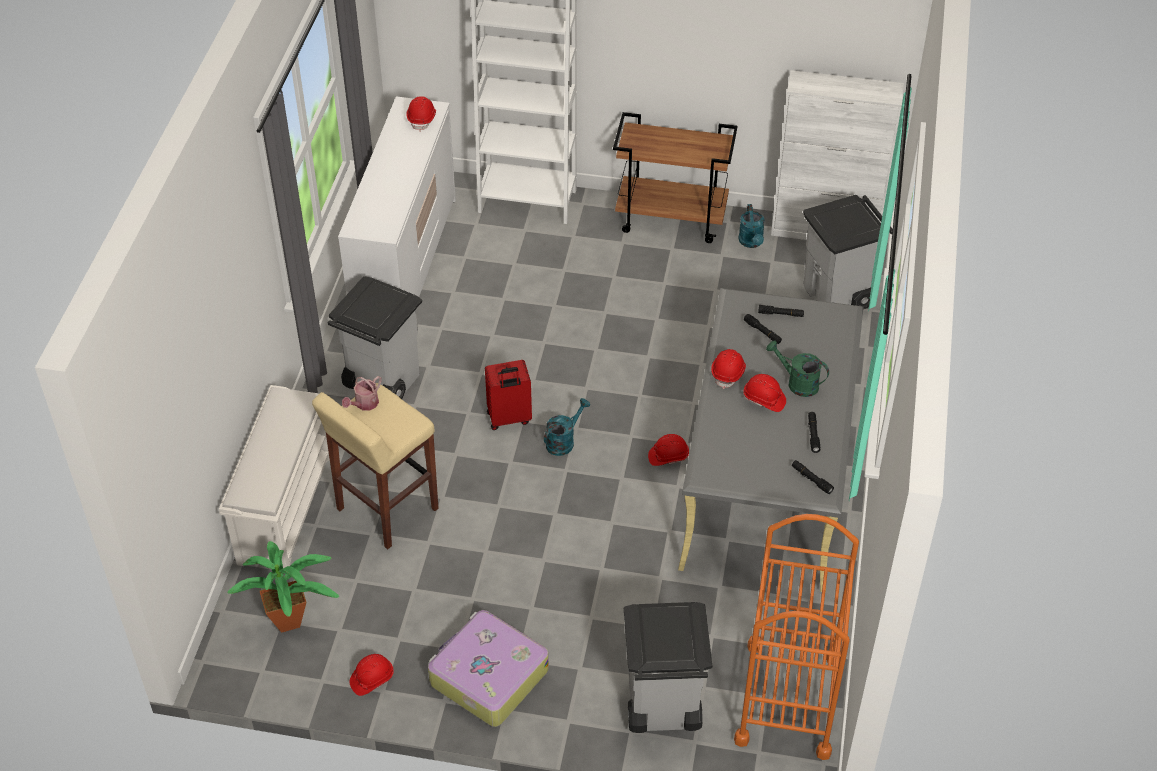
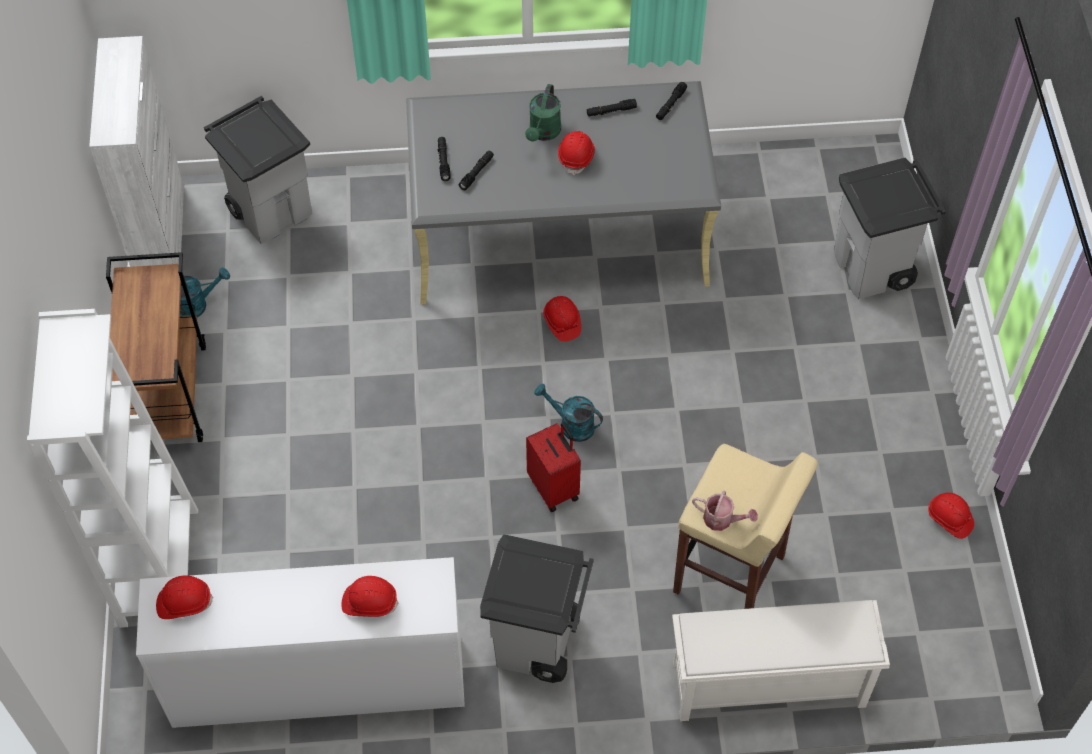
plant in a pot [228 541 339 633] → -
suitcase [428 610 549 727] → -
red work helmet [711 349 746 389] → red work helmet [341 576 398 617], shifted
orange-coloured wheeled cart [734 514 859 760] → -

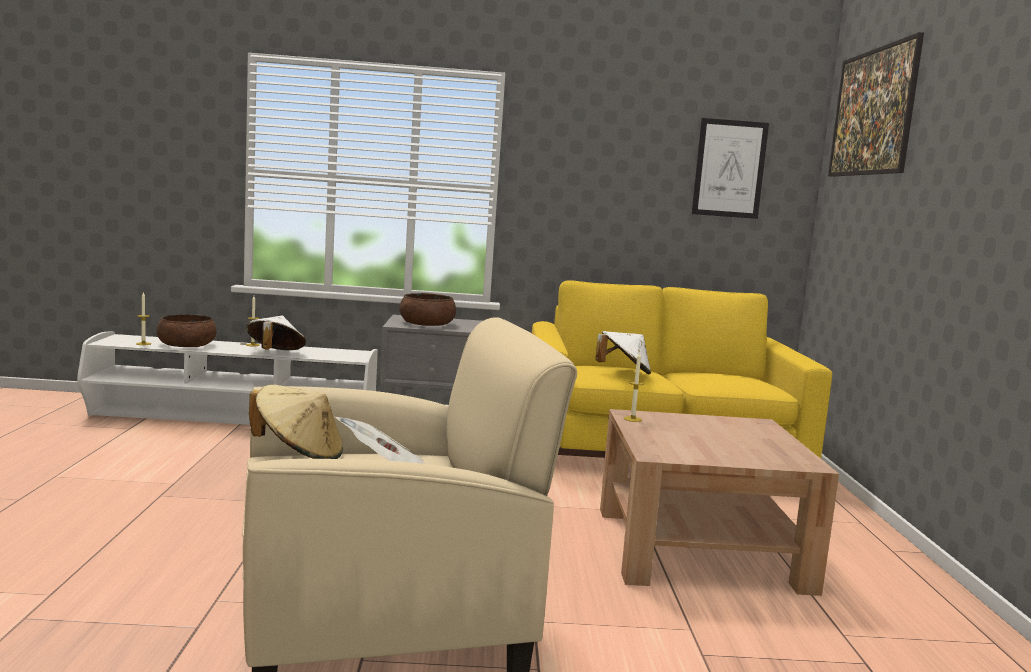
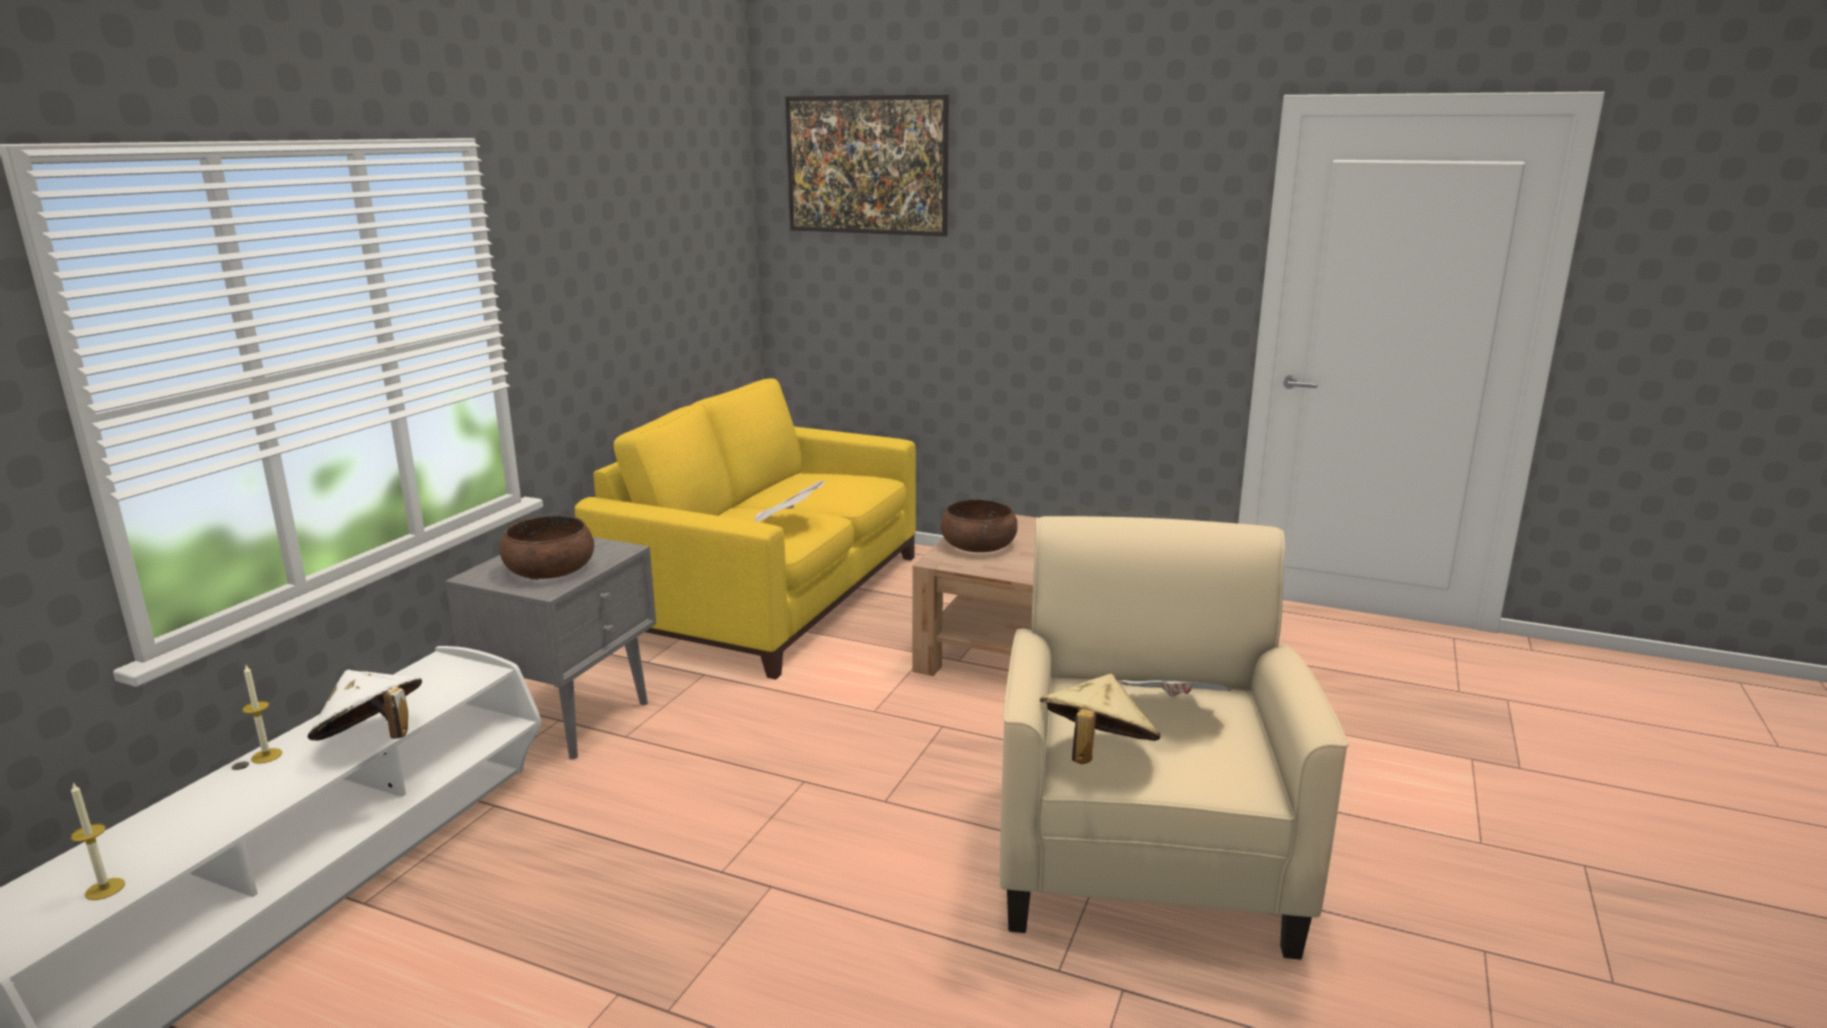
brownish serving bowl [156 314 217 347] → brownish serving bowl [941 499 1017 552], shifted
white-coloured clothing hat [595 331 651 374] → printed paper [755 481 825 522]
wax light [624 352 644 422] → -
wall picture [692 118 769 219] → -

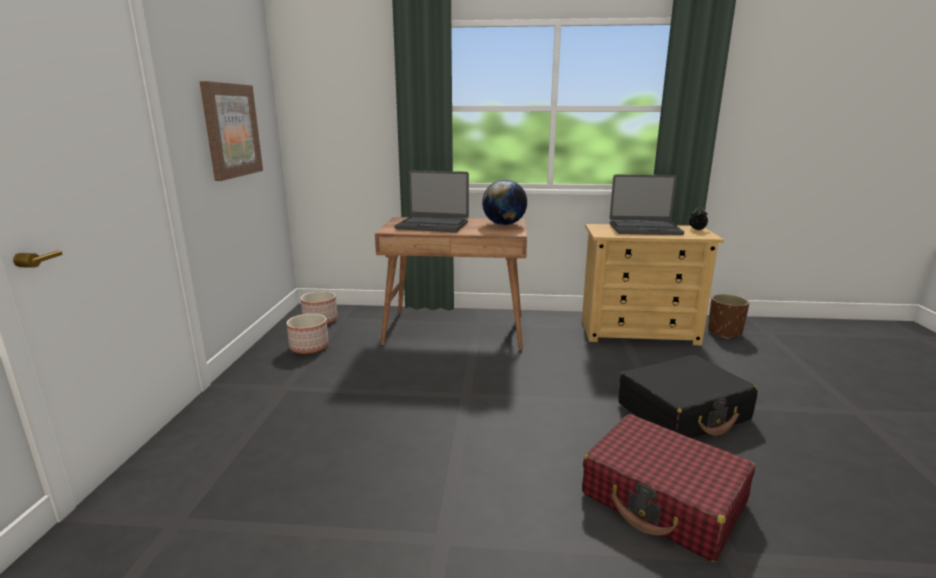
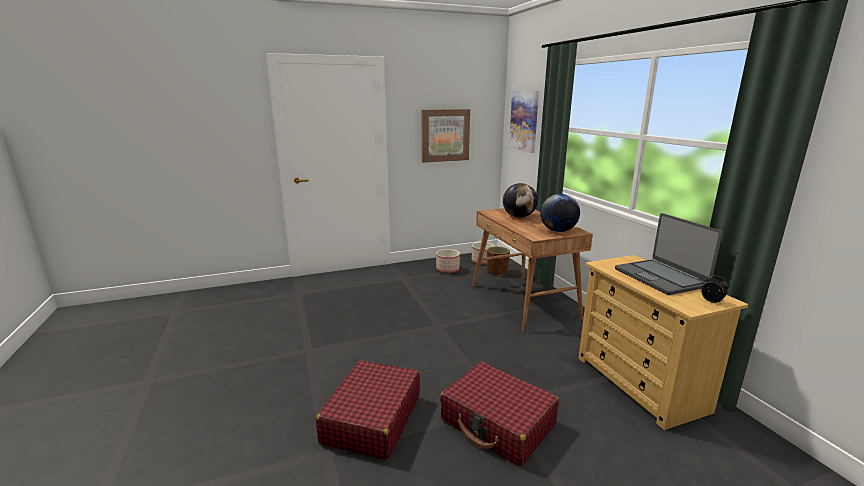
portable computer [395 170 469 232] → desk globe [503 183 538 218]
blackish suitcase [618 355 758 438] → red suitcase [440 362 559 467]
brownish planter [708 294 750 339] → brownish planter [487 246 510 276], shifted
- → wall picture [509 91 539 153]

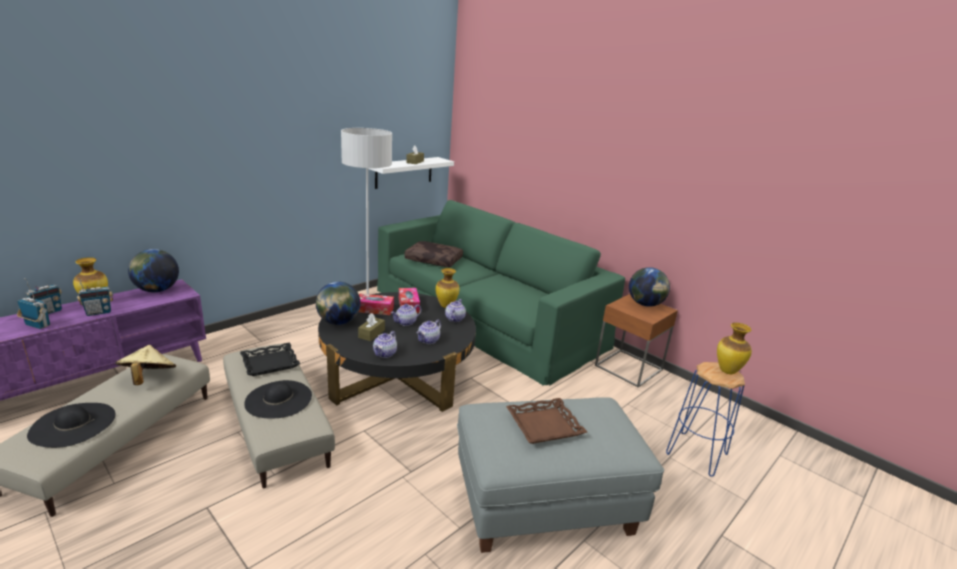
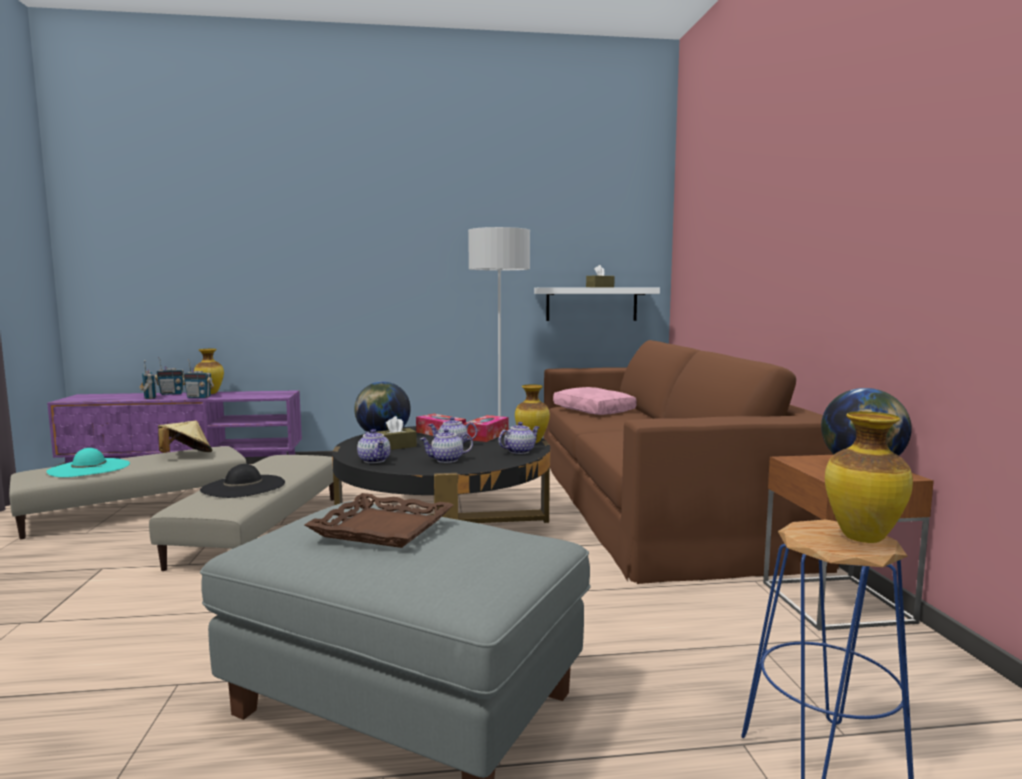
blackish clothing hat [27 403 115 448] → turquoise-coloured clothing hat [46 448 130 477]
desk globe [128 249 179 292] → -
blackish carrying tray [240 343 300 376] → -
teapot [373 331 397 358] → teapot [357 429 391 463], 90 degrees counterclockwise
green couch [377 200 625 386] → brownish couch [543 340 839 584]
brownish cushion [404 241 463 267] → pinkish cushion [553 387 637 415]

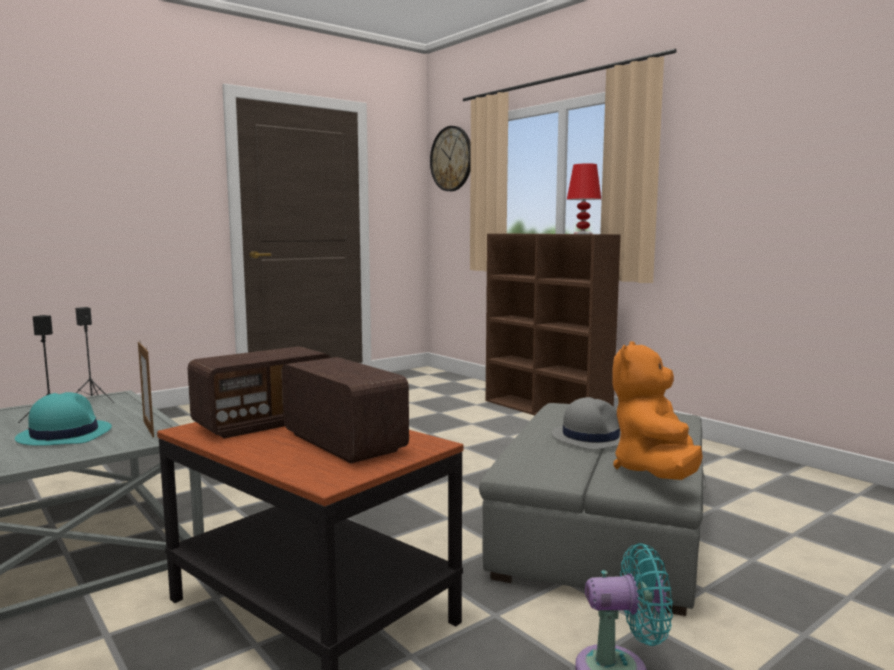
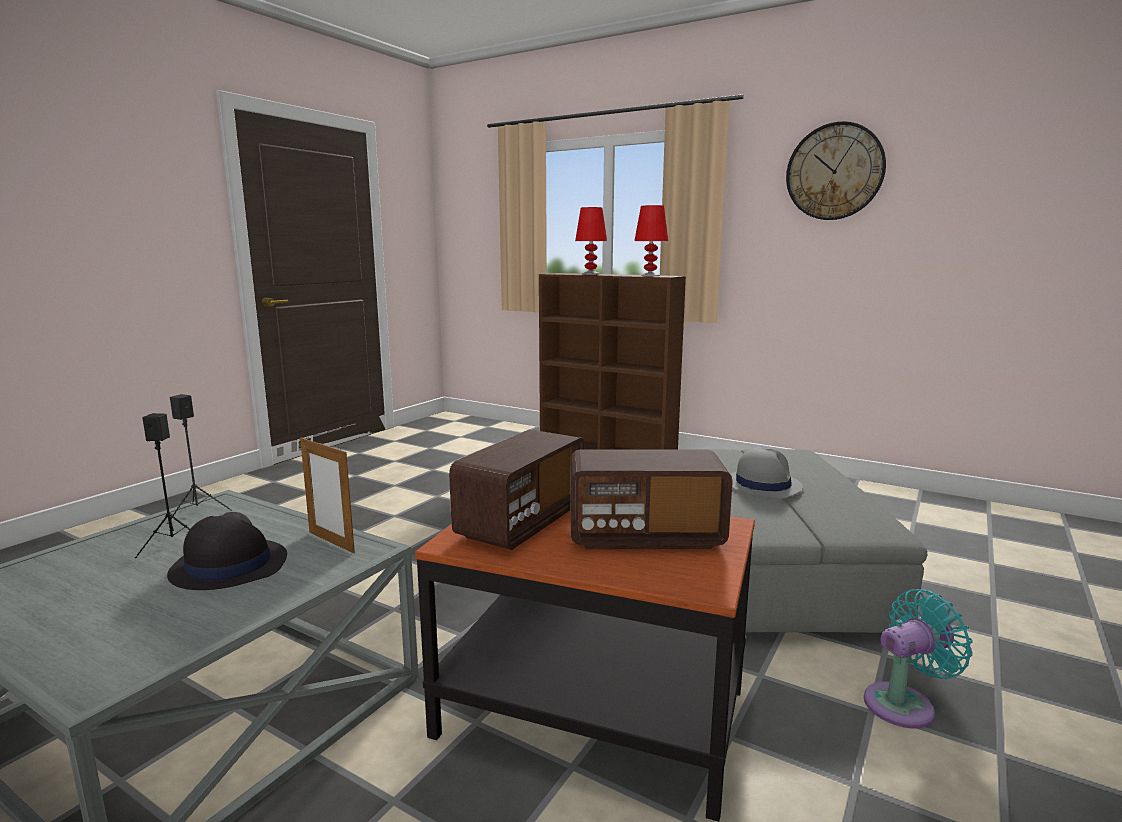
turquoise-coloured clothing hat [15 392 112 446] → blackish clothing hat [167 512 287 590]
radio receiver [282 357 409 463] → radio receiver [570 449 733 549], 150 degrees clockwise
hanging clock [430 126 471 191] → hanging clock [786 121 886 220], shifted
orange-coloured plush toy [612 341 703 480] → -
- → red lamp for a table [575 207 607 275]

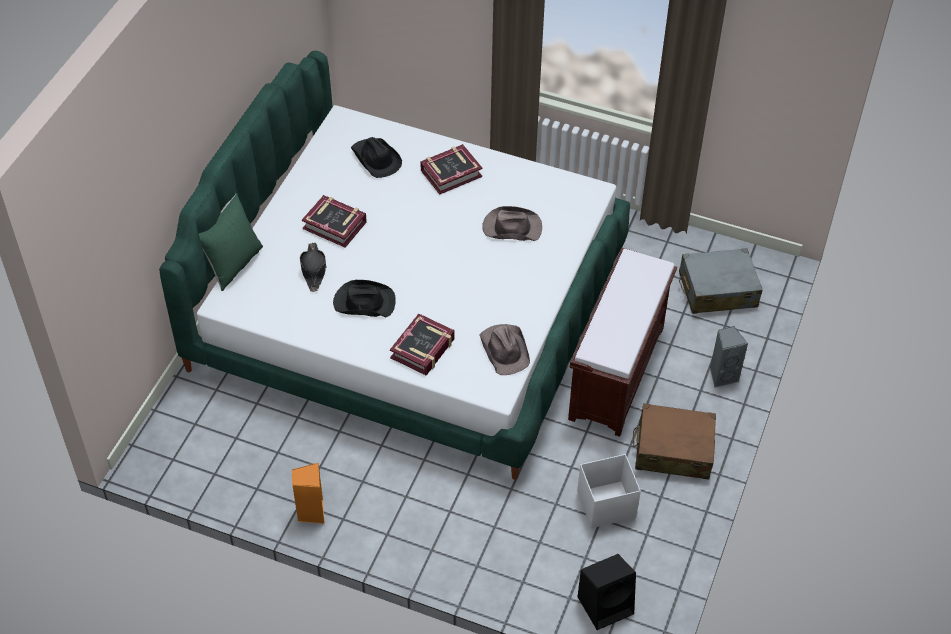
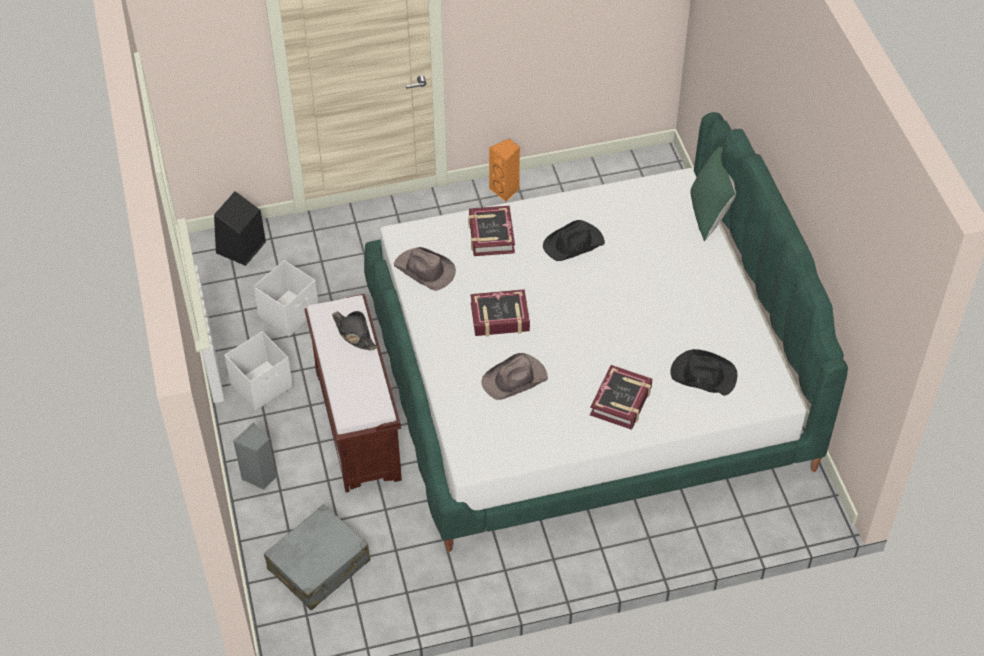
blackish clothing hat [300 243 327 292] → blackish clothing hat [332 311 377 350], shifted
book [302 195 367 248] → book [470 289 530 337], shifted
brownish suitcase [633 403 716 480] → white-coloured storage container [224 331 293 411]

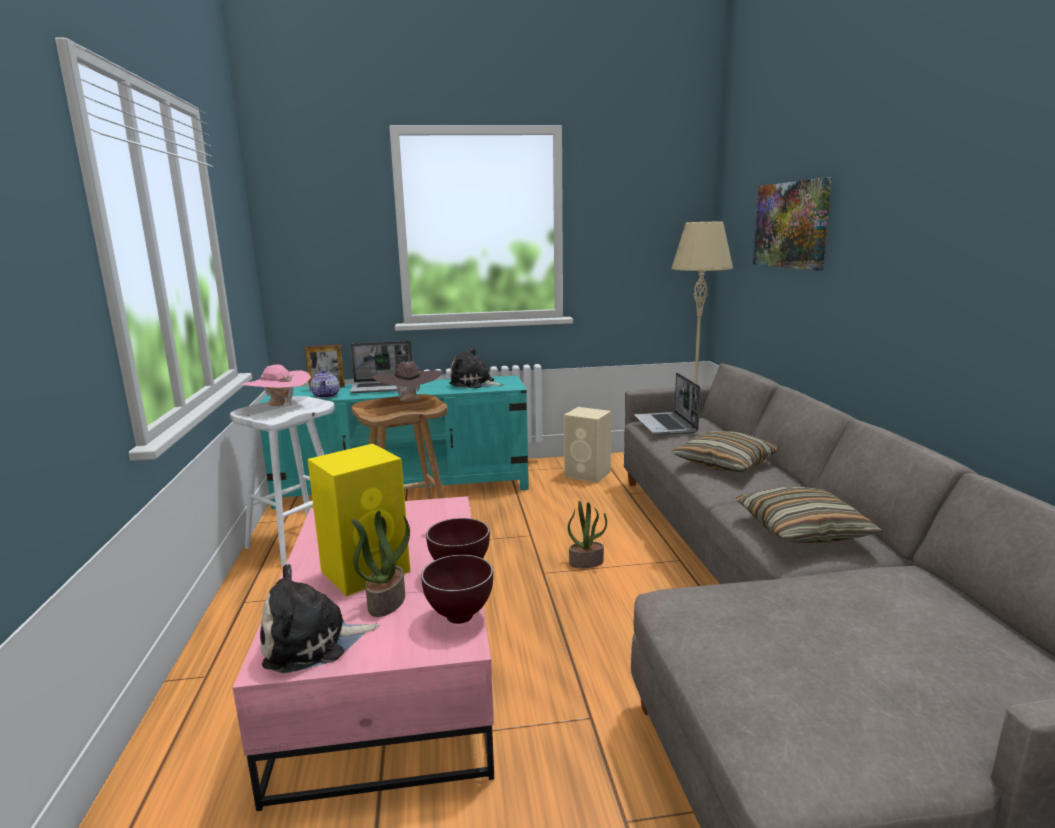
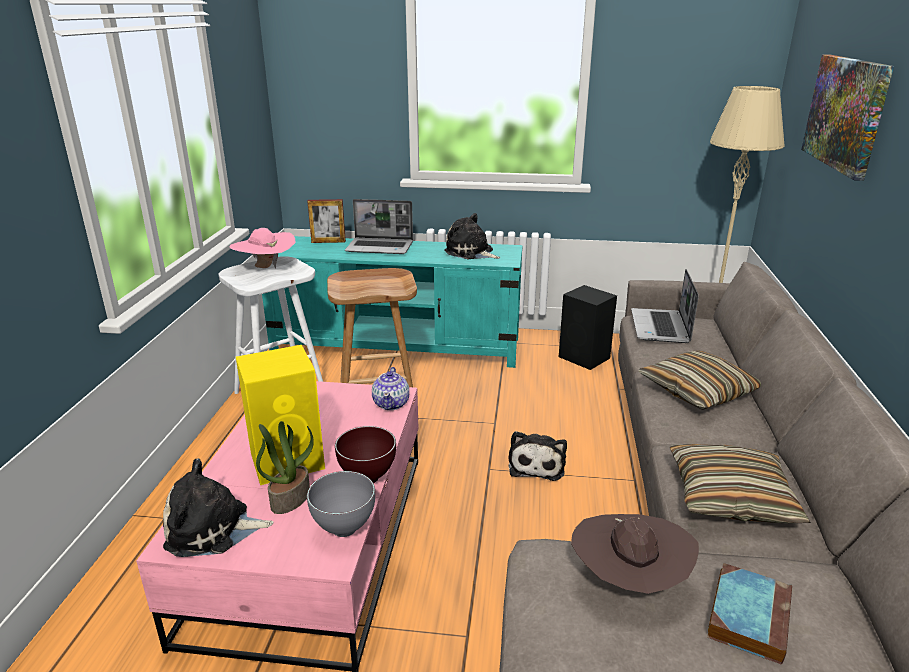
teapot [311 370 340 398] → teapot [372 367 409 410], shifted
brownish clothing hat [372 361 444 402] → brownish clothing hat [571 514 699 594], shifted
brownish serving bowl [421 555 493 624] → gray serving bowl [307 471 375 537]
beige-coloured speaker [564 407 611 483] → blackish speaker [559 285 617 370]
plant in a pot [568 501 607 568] → plush toy [508 431 567 481]
- → book [707 563 792 664]

